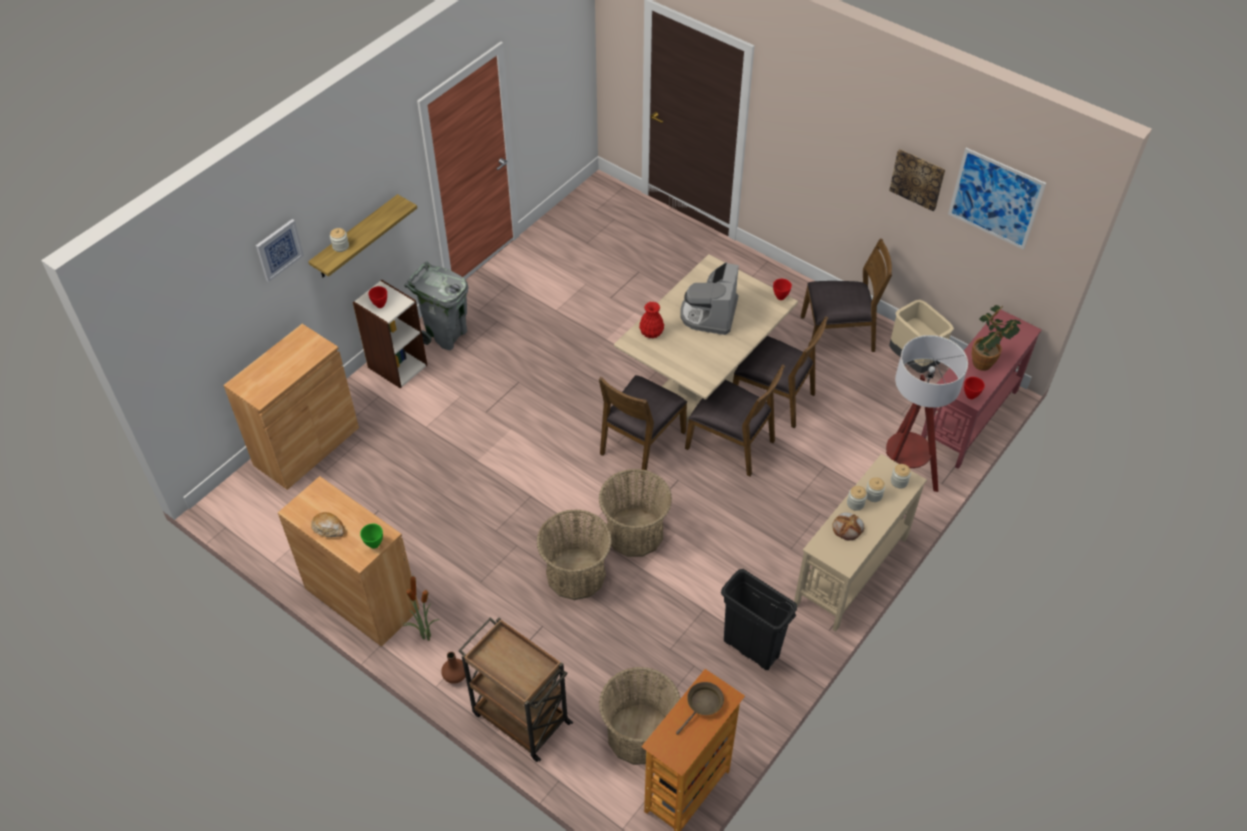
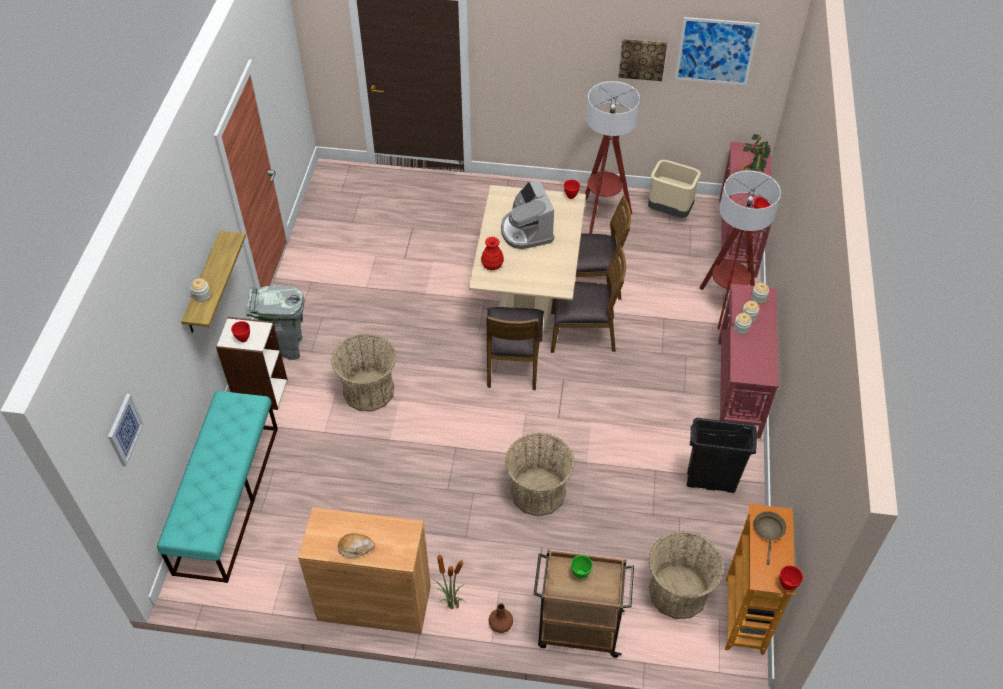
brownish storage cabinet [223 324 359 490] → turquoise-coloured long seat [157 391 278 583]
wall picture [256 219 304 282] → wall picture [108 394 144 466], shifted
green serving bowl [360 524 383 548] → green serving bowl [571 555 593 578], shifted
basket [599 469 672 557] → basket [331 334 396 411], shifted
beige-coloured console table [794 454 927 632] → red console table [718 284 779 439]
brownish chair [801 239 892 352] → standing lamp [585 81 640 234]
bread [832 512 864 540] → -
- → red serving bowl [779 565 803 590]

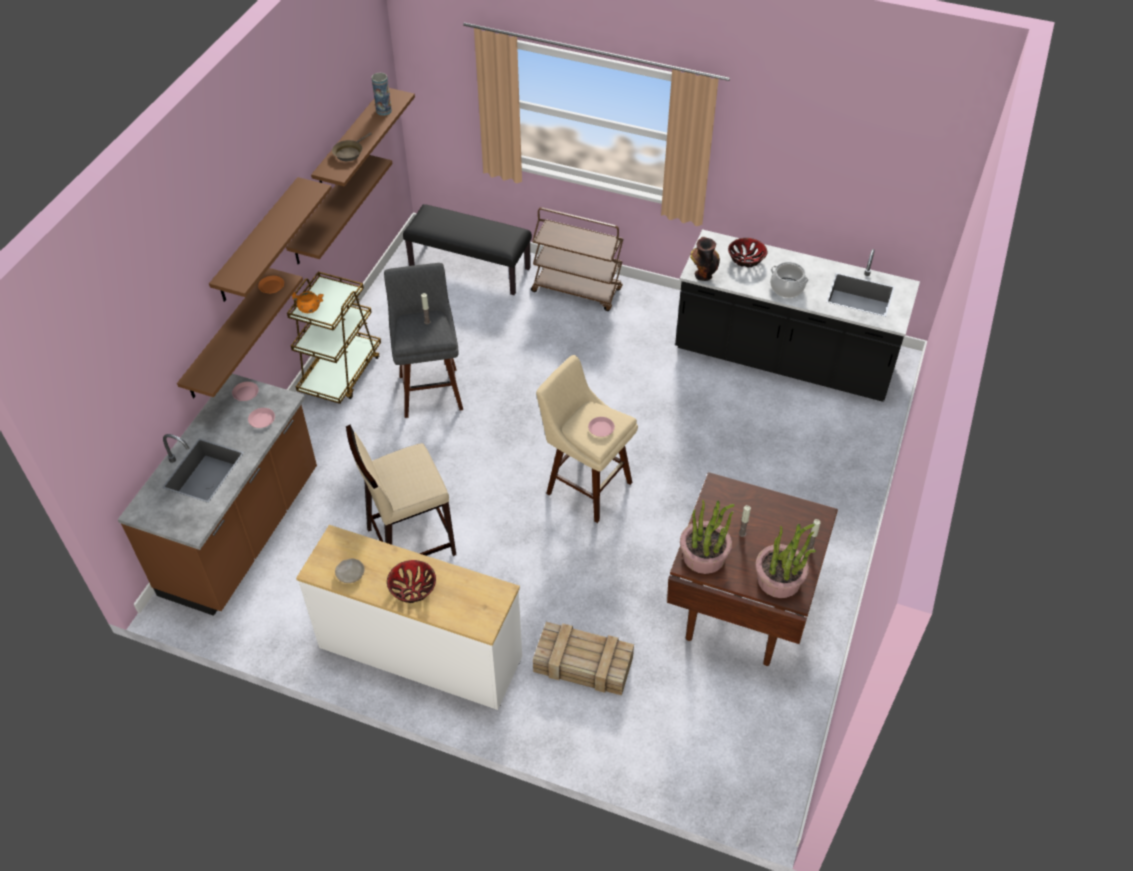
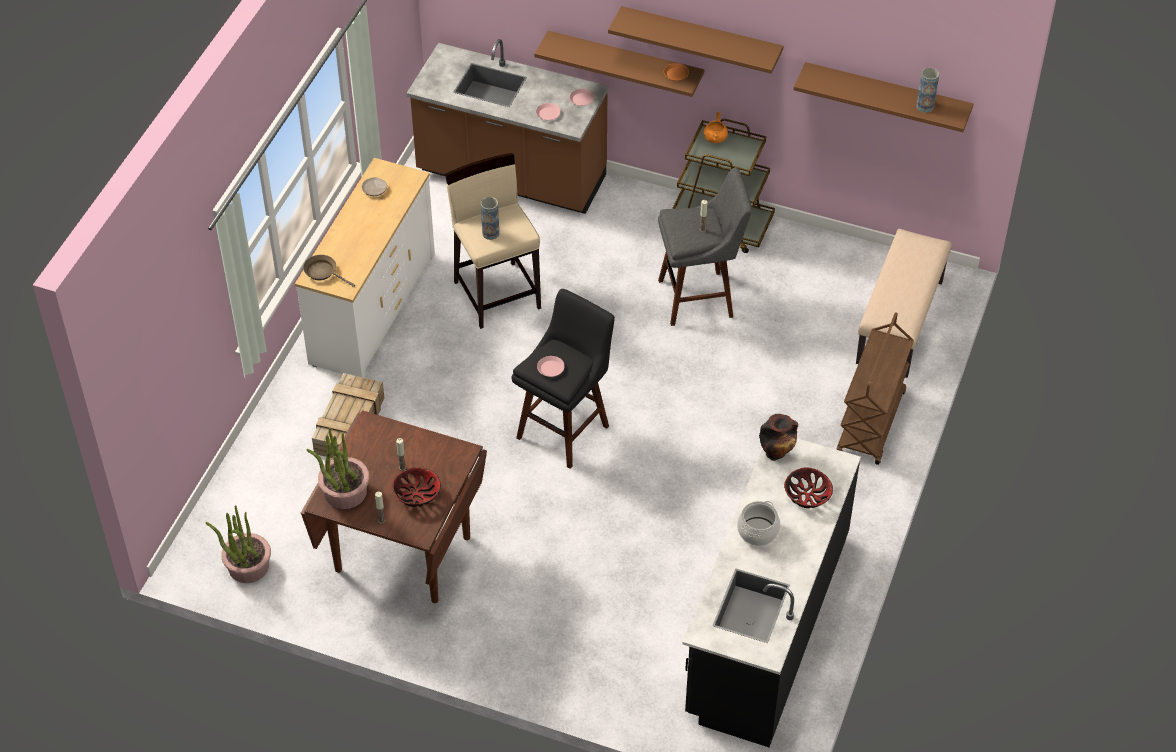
brownish wall shelf [286 155 392 265] → -
brownish frying pan [332 132 372 161] → brownish frying pan [303 255 355 287], shifted
serving bowl [387 560 436 603] → serving bowl [393 467 441 507], shifted
blackish long seat [403 204 532 295] → beige-coloured long seat [856 229 952 378]
beige-coloured sitting stool [536 355 638 523] → blackish sitting stool [512 289 615 469]
plant in a pot [680 500 735 574] → plant in a pot [205 505 271 583], shifted
- → decorative vase [481 197 499 240]

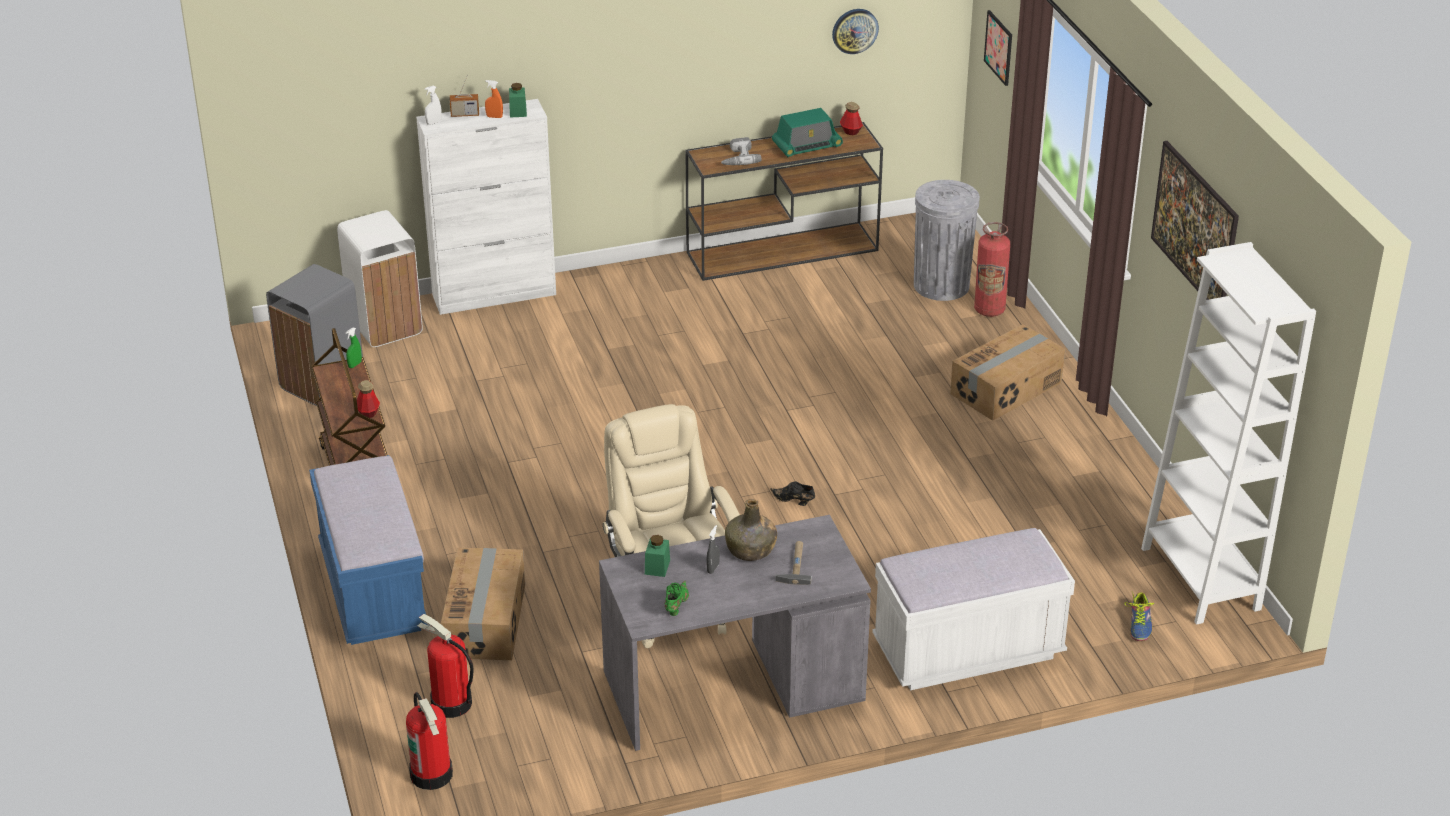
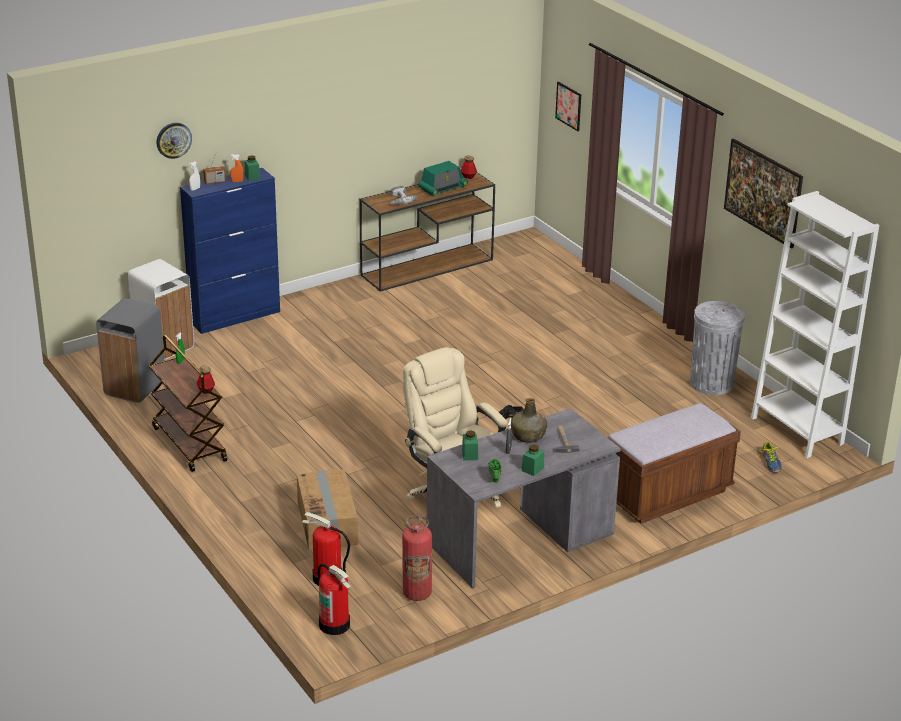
blue-coloured long seat [309 455 429 645] → -
white-coloured storage cabinet [416 99 556 315] → blue-coloured storage cabinet [180 168 280 334]
hanging clock [832 9 879 54] → hanging clock [156 123 192 159], shifted
white-coloured long seat [872 528 1075 690] → brownish long seat [607 403 741 524]
gray trash can [914 180 980 301] → gray trash can [690 301 745 395], shifted
carton [950 324 1065 421] → -
extinguisher [974 222 1010 317] → extinguisher [402 515 432 601], shifted
- → green jar [521 445 544 476]

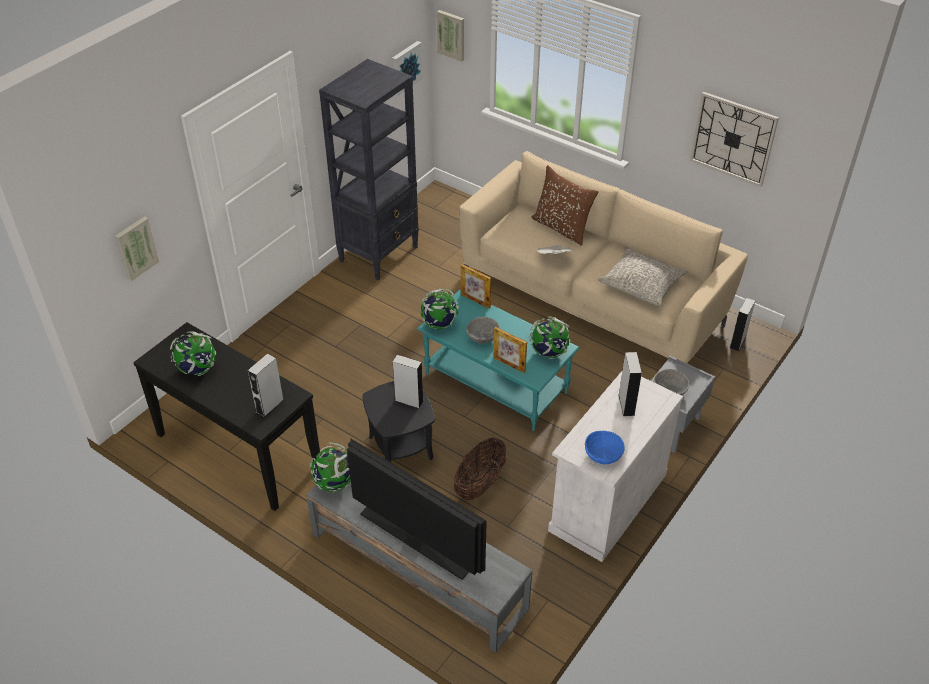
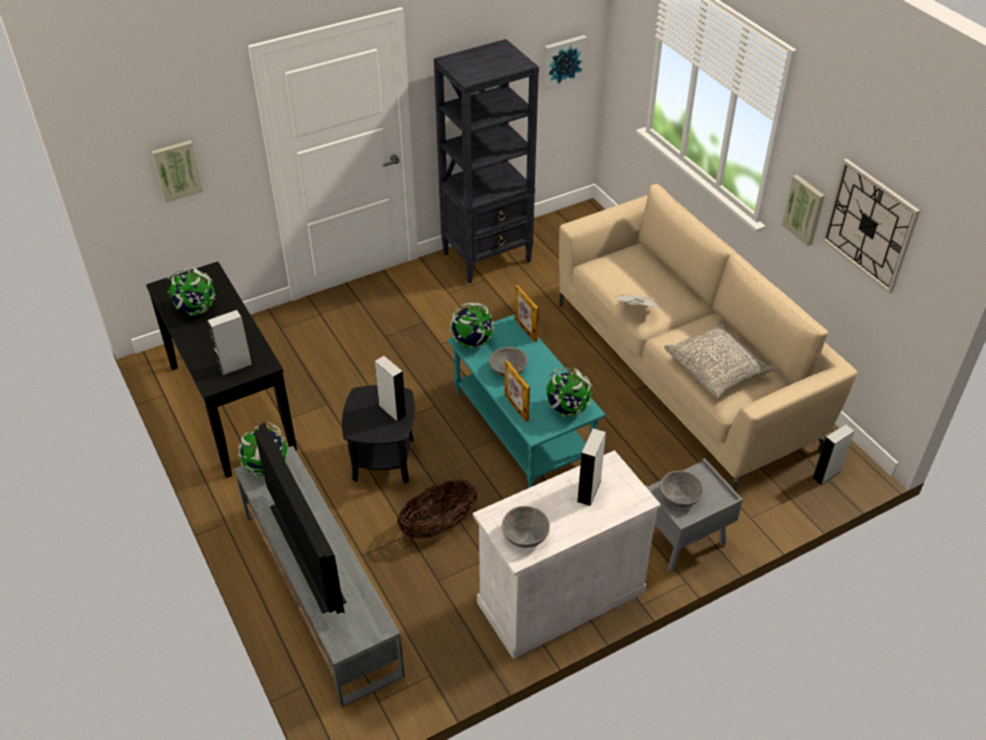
wall picture [437 10 464 62] → wall picture [782 175 825 246], shifted
brownish cushion [532 165 599 246] → -
blue-coloured serving bowl [585 431 625 464] → gray serving bowl [501 506 550 548]

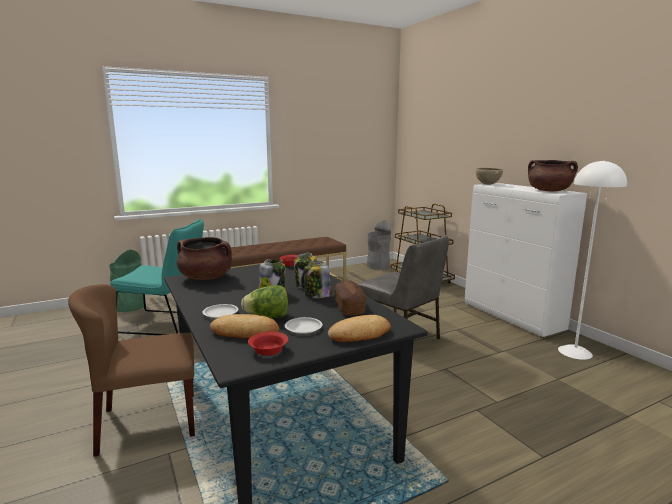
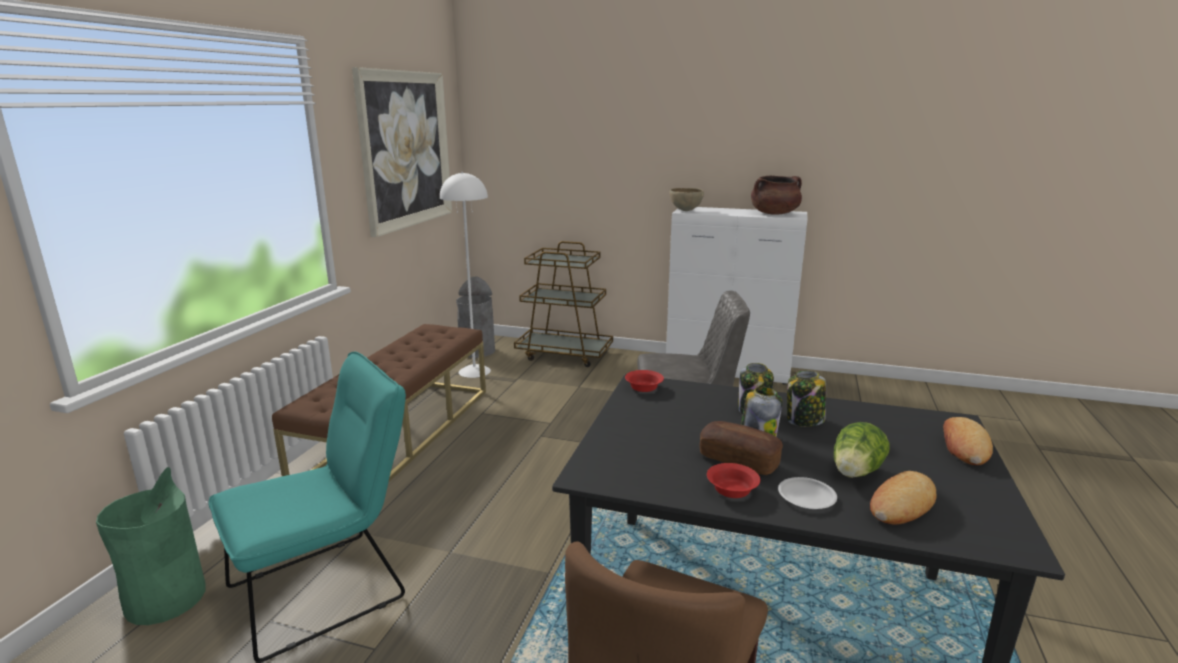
brownish stockpot [176 237 232 280] → -
red serving bowl [248 331 288 356] → red serving bowl [707 463 760 498], shifted
white-coloured flat dish [285 317 323 334] → -
bread [334 281 366 315] → bread [700 421 783 475], shifted
white-coloured standing lamp [558 160 627 360] → white-coloured standing lamp [440 172 491 378], shifted
- → wall picture [352 67 452 237]

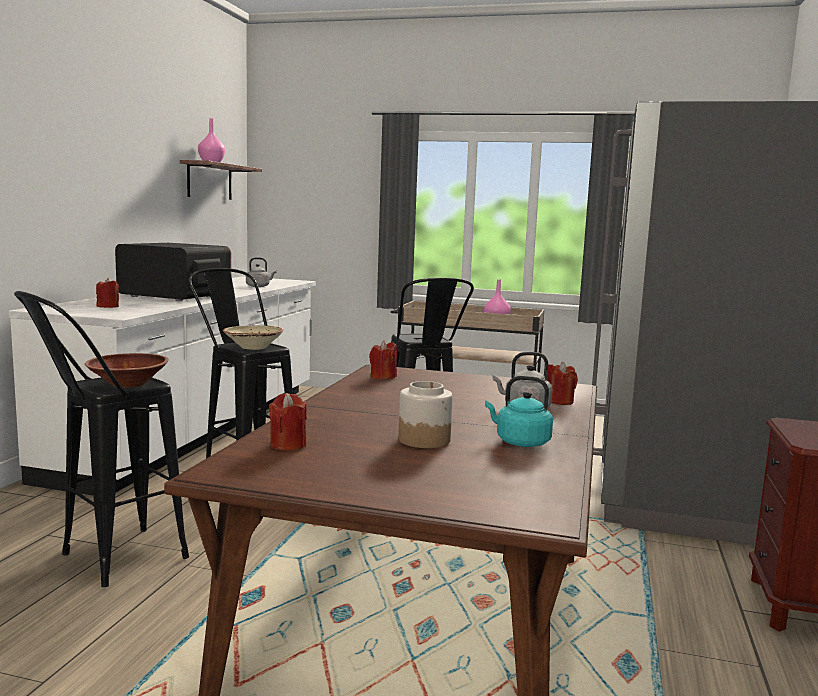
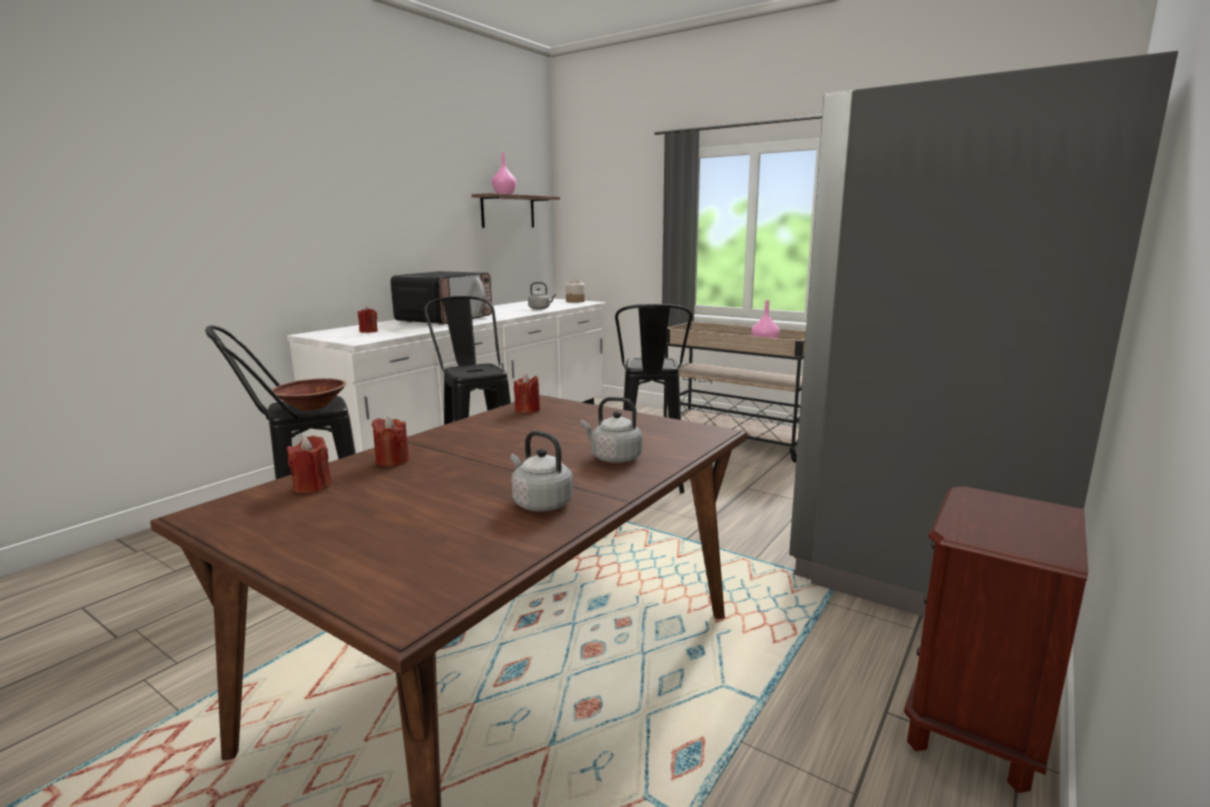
microwave [115 243 231 301] → microwave [390 271 492 325], 75 degrees clockwise
beige-coloured serving bowl [223 326 284 350] → -
jar [398 381 453 448] → jar [566 280 585 303], shifted
turquoise-coloured water kettle [485 376 553 447] → gray water kettle [510 431 573 512]
red wax light [547 362 578 405] → red wax light [372 417 409 467], shifted

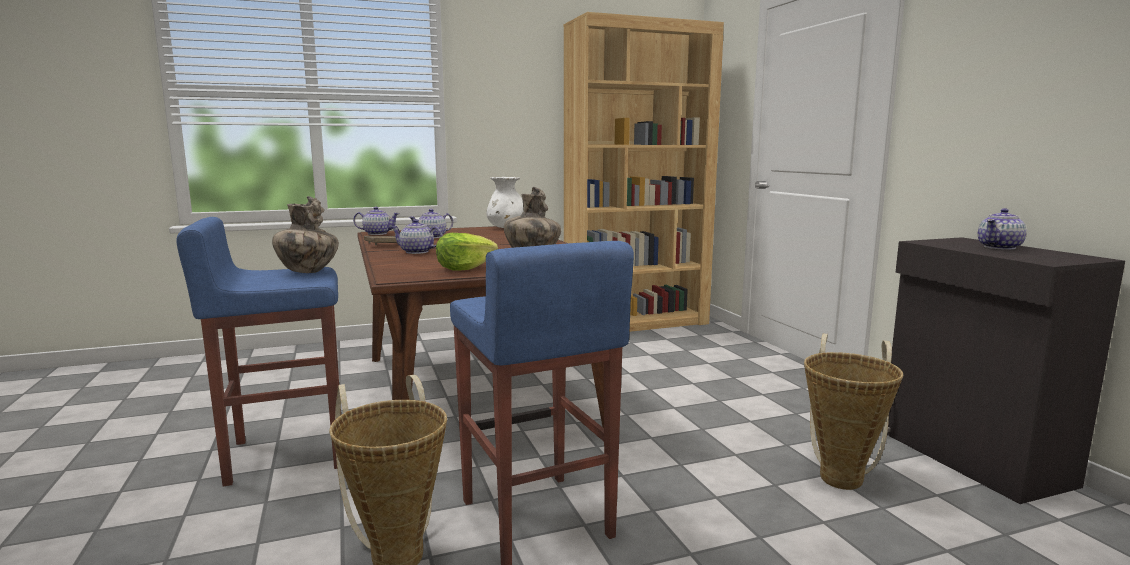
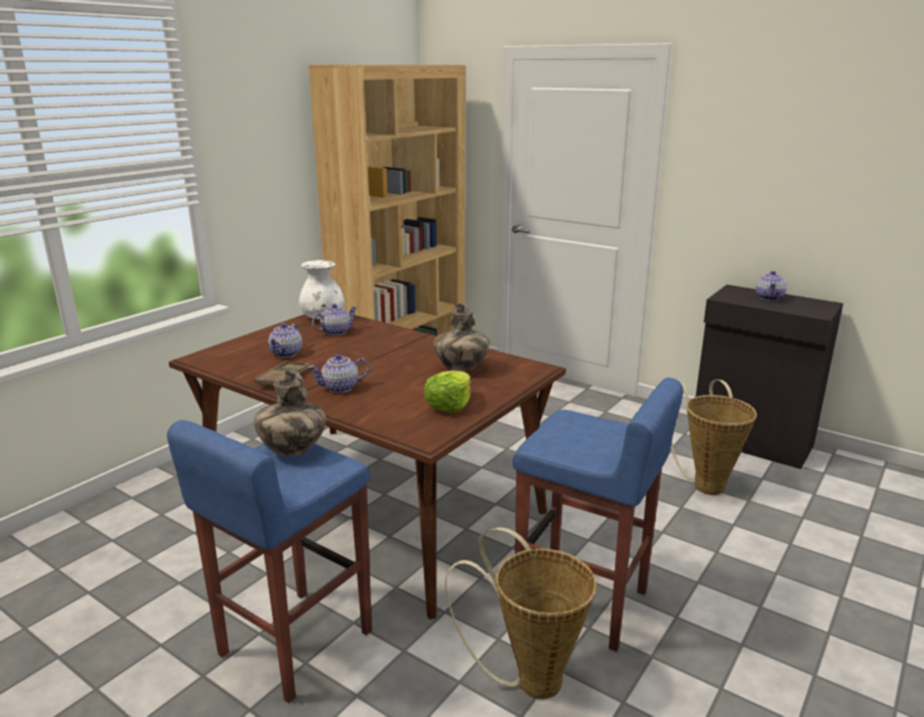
teapot [353 207 400 235] → teapot [312 304 357 336], shifted

